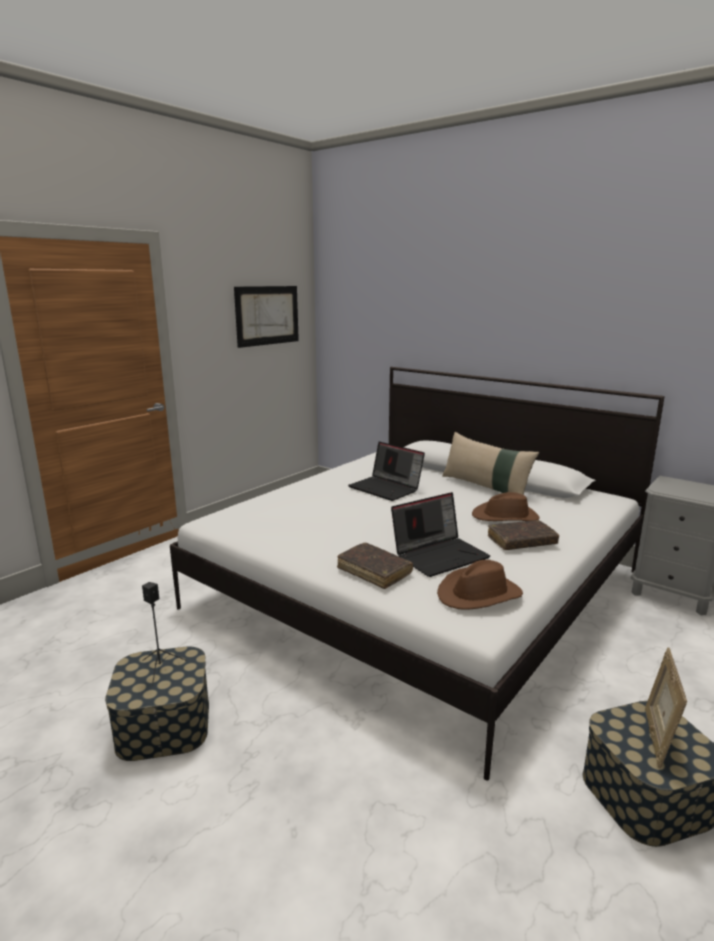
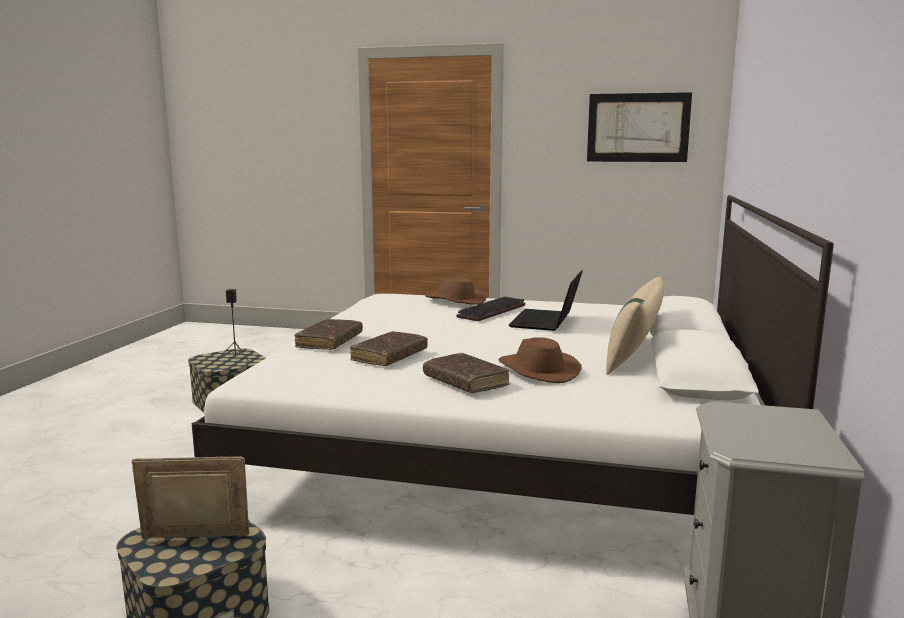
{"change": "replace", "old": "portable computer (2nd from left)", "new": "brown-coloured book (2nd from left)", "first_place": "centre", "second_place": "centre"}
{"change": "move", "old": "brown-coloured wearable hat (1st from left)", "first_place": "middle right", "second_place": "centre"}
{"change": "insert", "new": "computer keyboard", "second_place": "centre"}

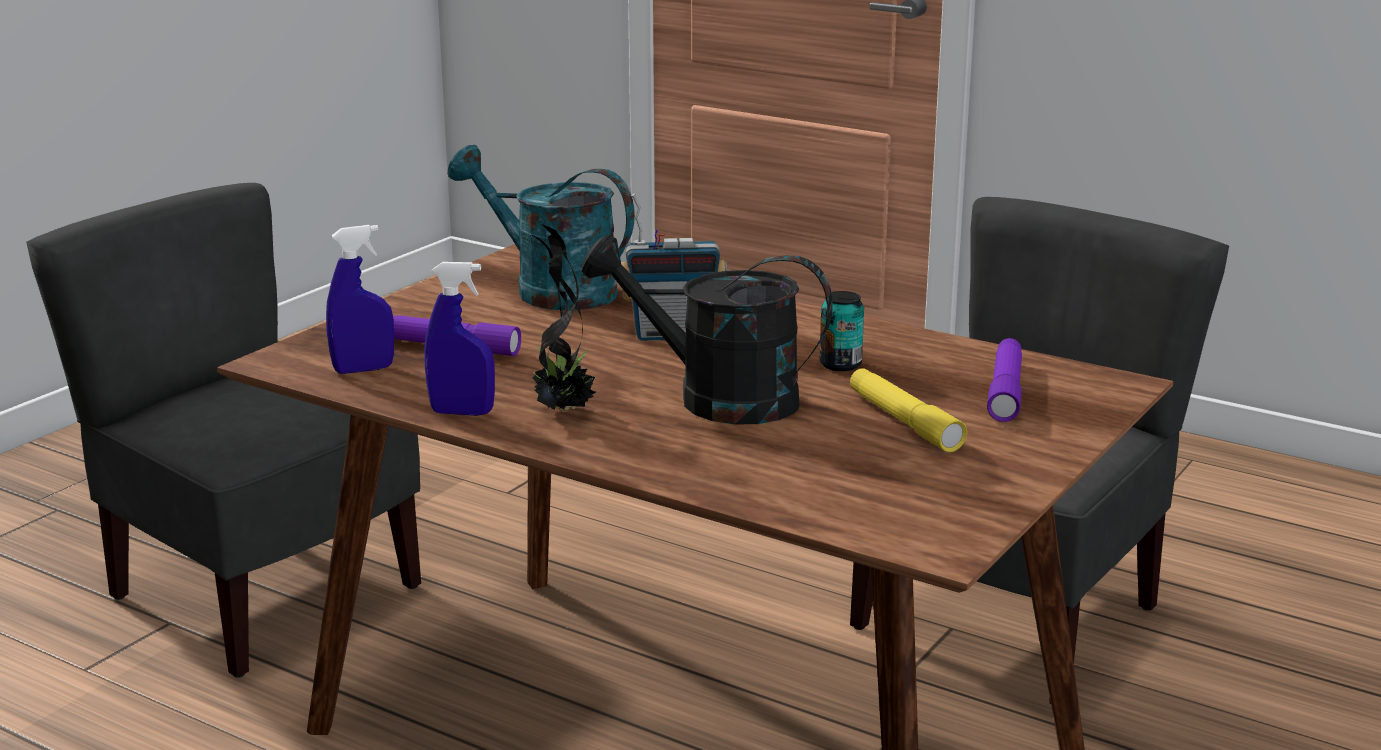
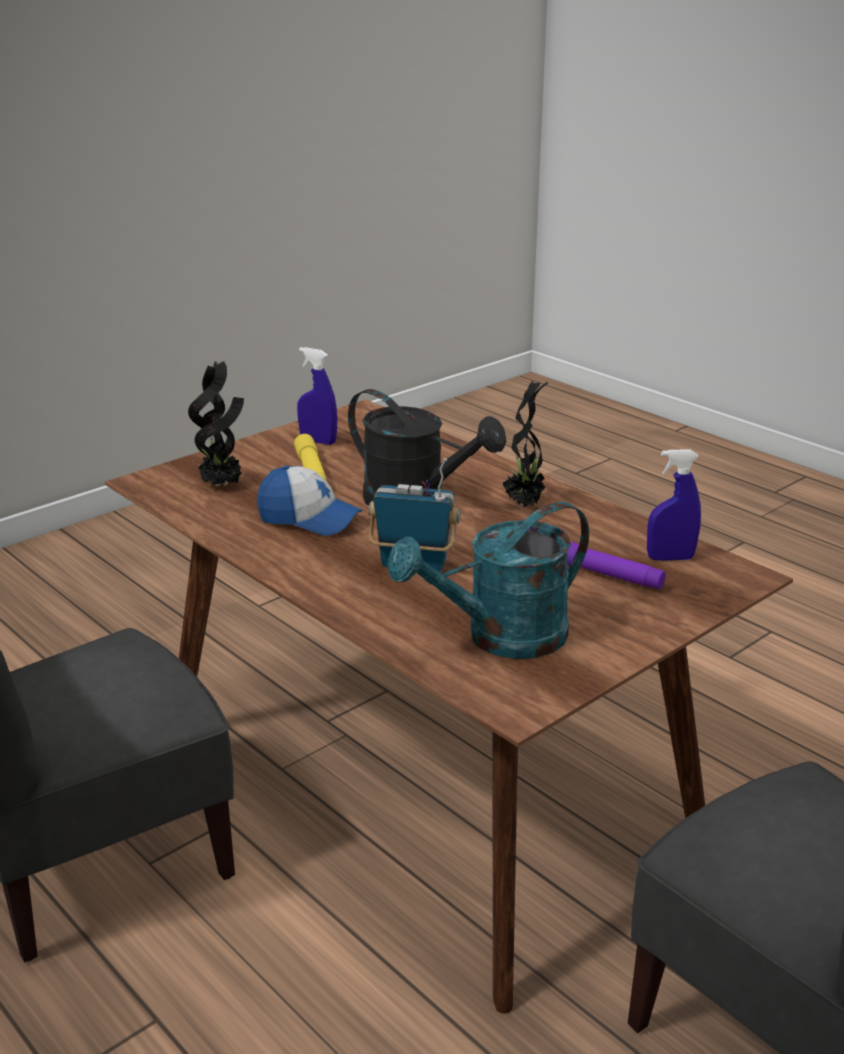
{"change": "move", "old": "blue spray bottle (2nd from left in the first image)", "new": "blue spray bottle (1st from left)", "first_place": "middle left", "second_place": "centre"}
{"change": "rotate", "old": "turquoise sprinkling can", "first_place": "top centre", "second_place": "centre", "degrees": 105}
{"change": "replace", "old": "metal can", "new": "baseball cap", "first_place": "centre", "second_place": "centre"}
{"change": "replace", "old": "purplish hand torch (2nd from left)", "new": "plant in a pot (1st from left)", "first_place": "middle right", "second_place": "middle left"}

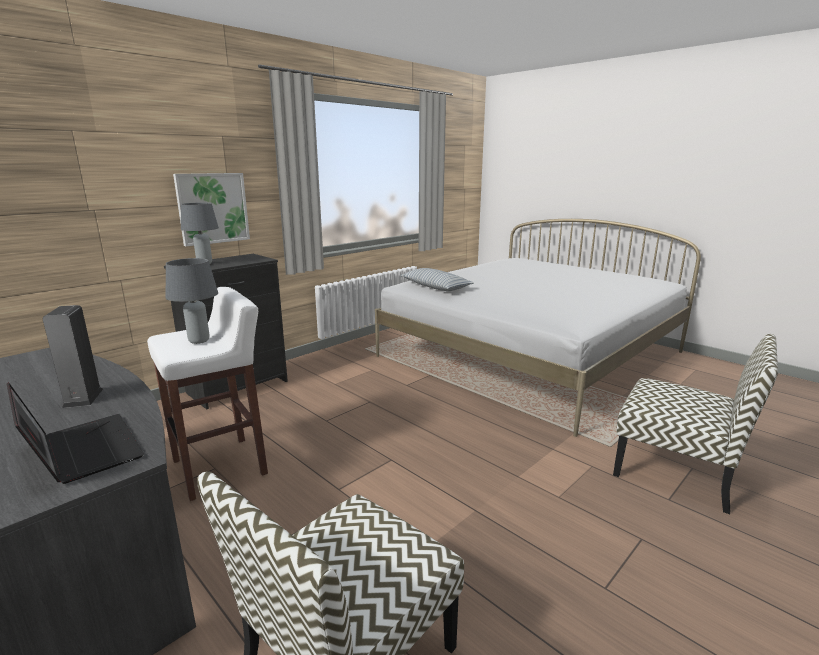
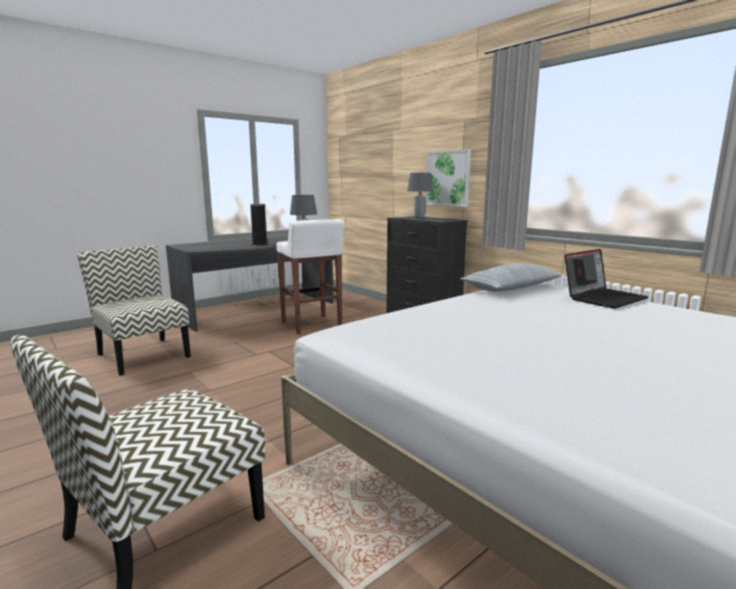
{"change": "move", "old": "portable computer", "first_place": "middle left", "second_place": "middle right"}

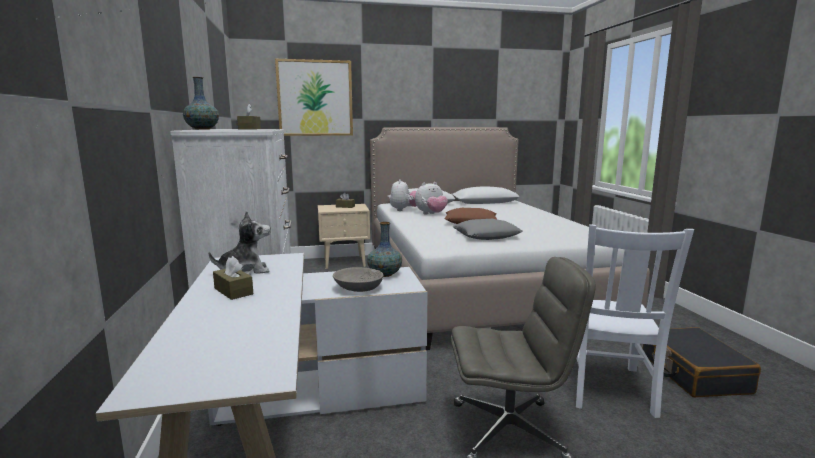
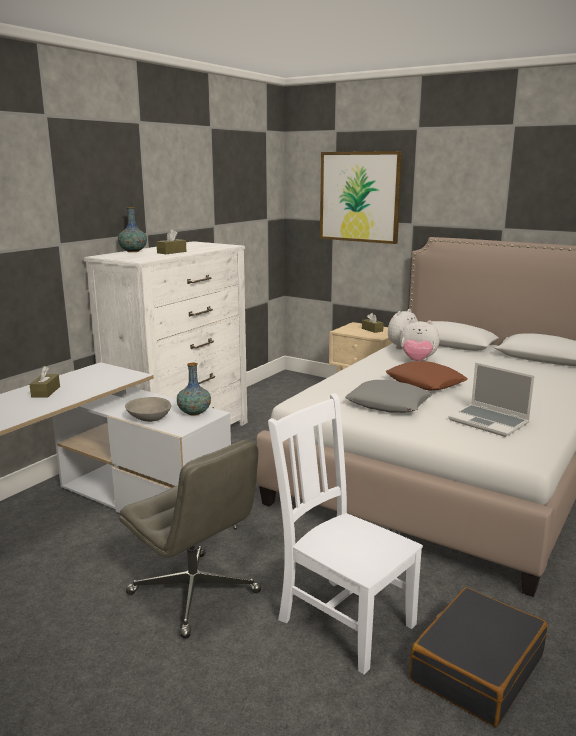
{"change": "delete", "old": "plush toy (1st from left)", "first_place": "middle left"}
{"change": "rotate", "old": "white-coloured upright chair", "first_place": "bottom right", "second_place": "bottom centre", "degrees": 75}
{"change": "insert", "new": "portable computer", "second_place": "middle right"}

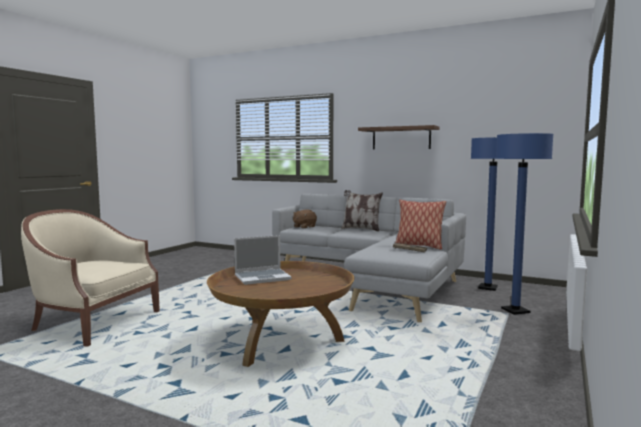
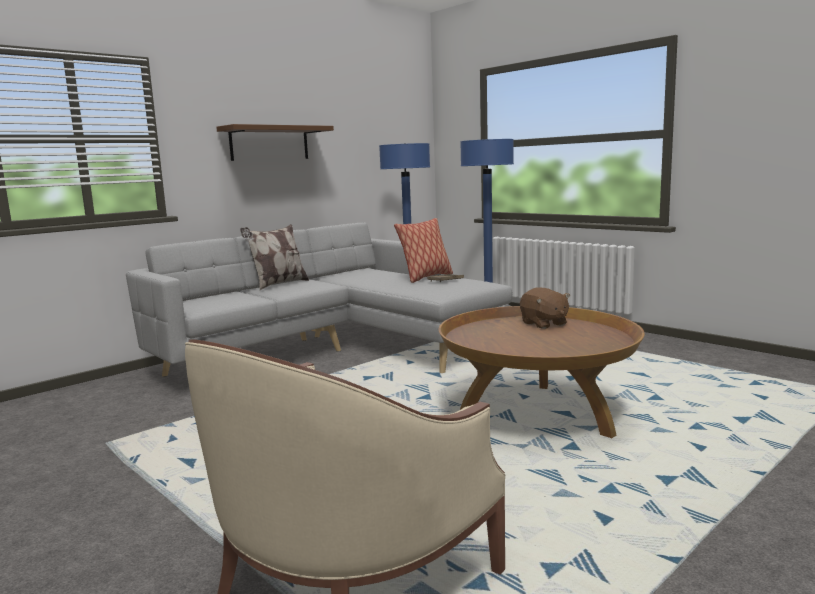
{"change": "delete", "old": "portable computer", "first_place": "centre"}
{"change": "move", "old": "brown-coloured plush toy", "first_place": "centre", "second_place": "middle right"}

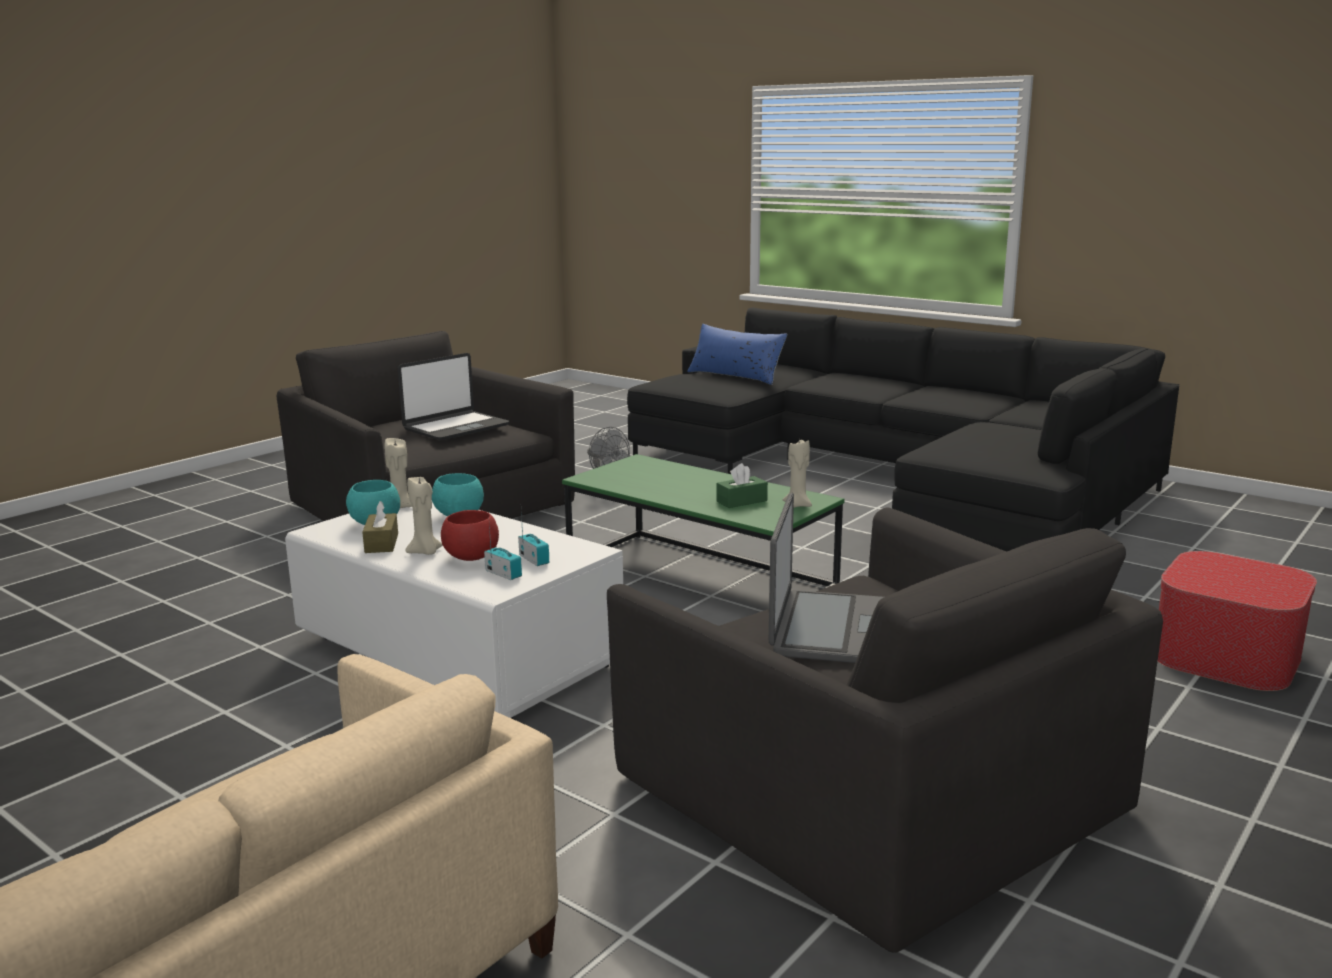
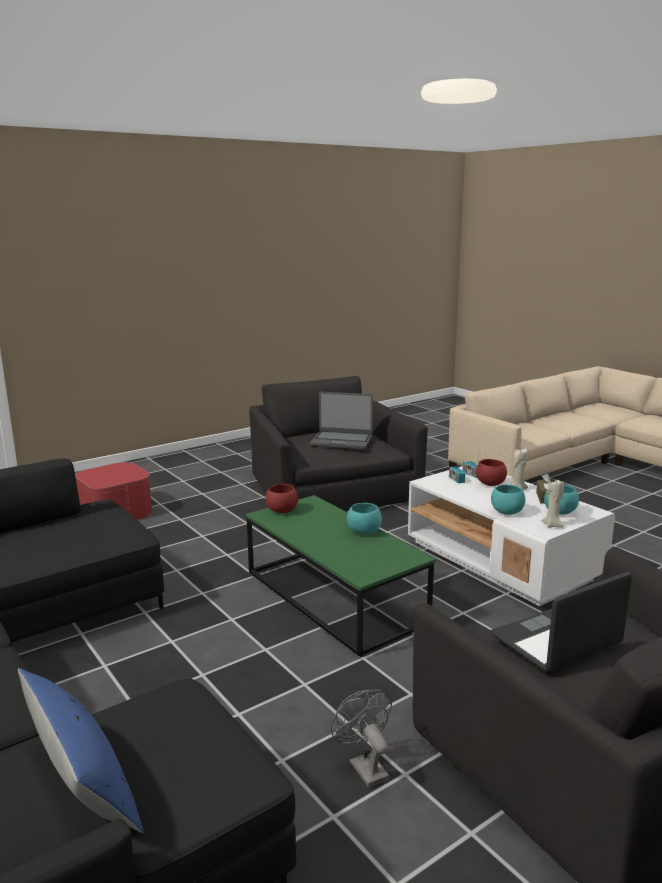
{"change": "delete", "old": "green tissue box", "first_place": "centre"}
{"change": "rotate", "old": "portable computer (2nd from left in the first image)", "first_place": "centre", "second_place": "centre", "degrees": -105}
{"change": "replace", "old": "beige-coloured candle (3rd from left)", "new": "red serving bowl (1st from left)", "first_place": "centre", "second_place": "centre"}
{"change": "insert", "new": "turquoise serving bowl (1st from left)", "second_place": "centre"}

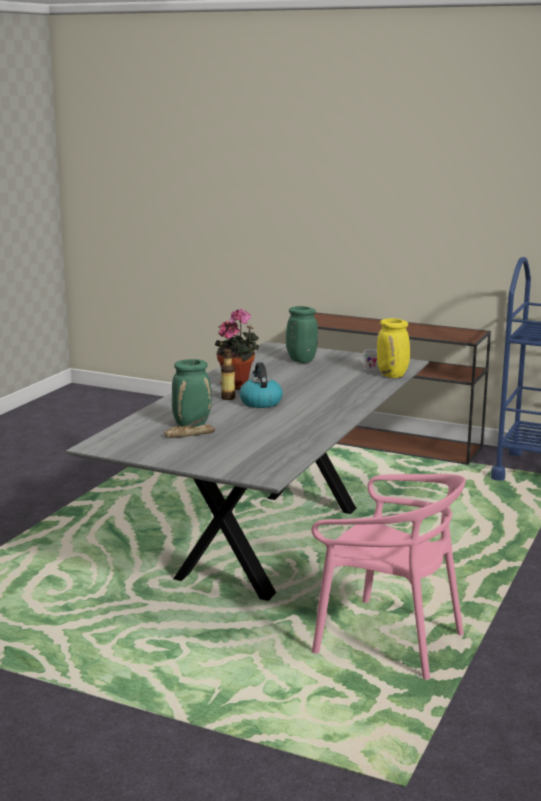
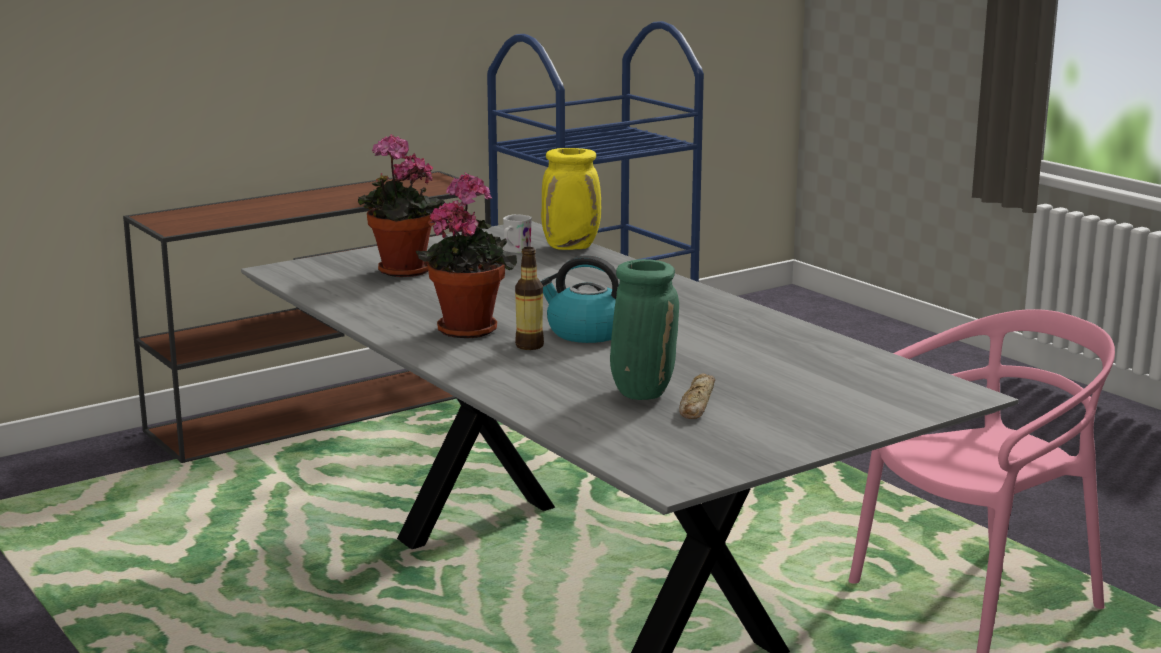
{"change": "replace", "old": "green decorative vase (2nd from left)", "new": "plant in a pot (1st from left)", "first_place": "centre", "second_place": "top centre"}

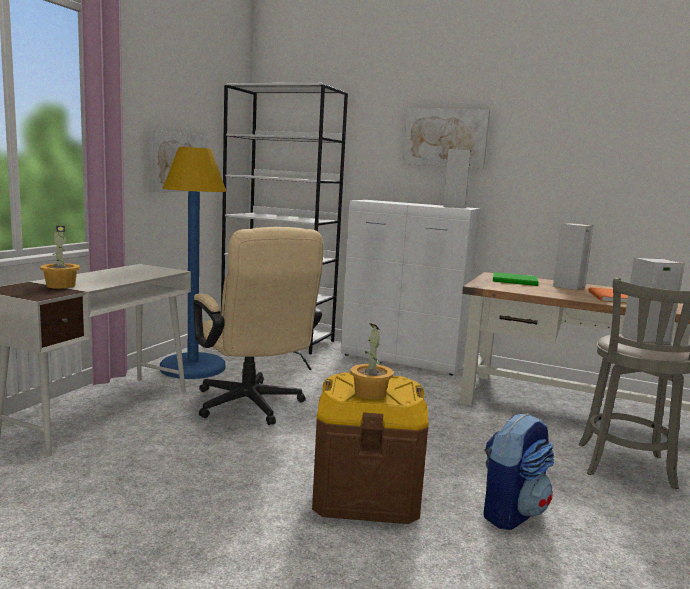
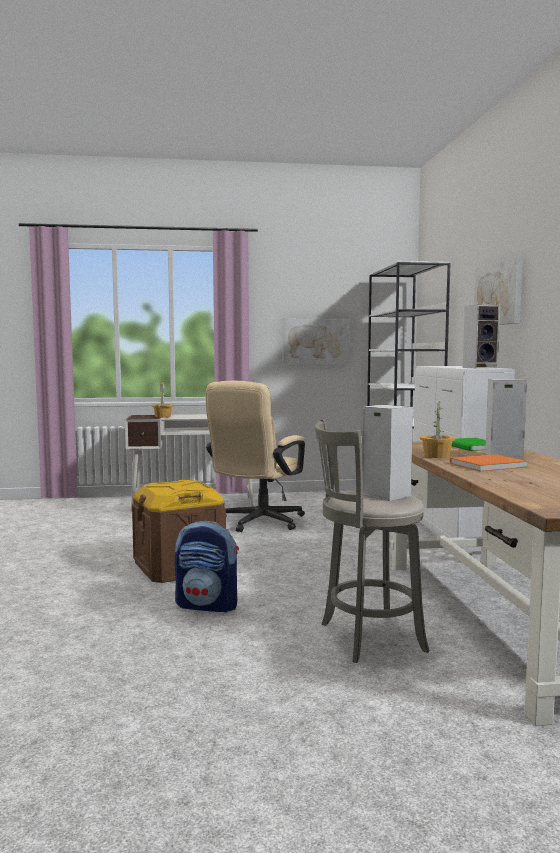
{"change": "delete", "old": "blue floor lamp", "first_place": "middle left"}
{"change": "move", "old": "plant in a pot (2nd from left)", "first_place": "centre", "second_place": "middle right"}

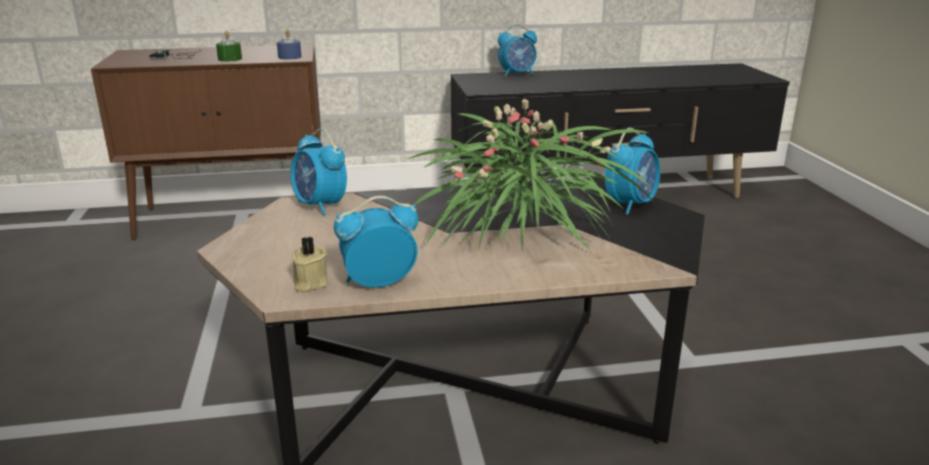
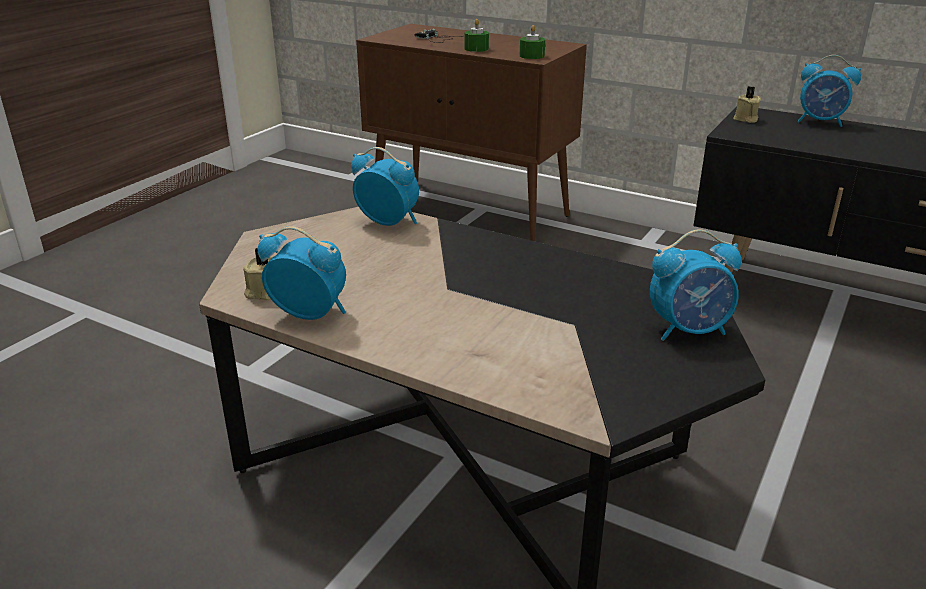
{"change": "recolor", "old": "blue candle", "new": "green candle (2nd from left)", "first_place": "top left", "second_place": "top centre"}
{"change": "rotate", "old": "alarm clock (1st from left in the first image)", "first_place": "centre", "second_place": "top centre", "degrees": 120}
{"change": "delete", "old": "plant in a pot", "first_place": "centre"}
{"change": "insert", "new": "beige-coloured candle (2nd from left)", "second_place": "top right"}

